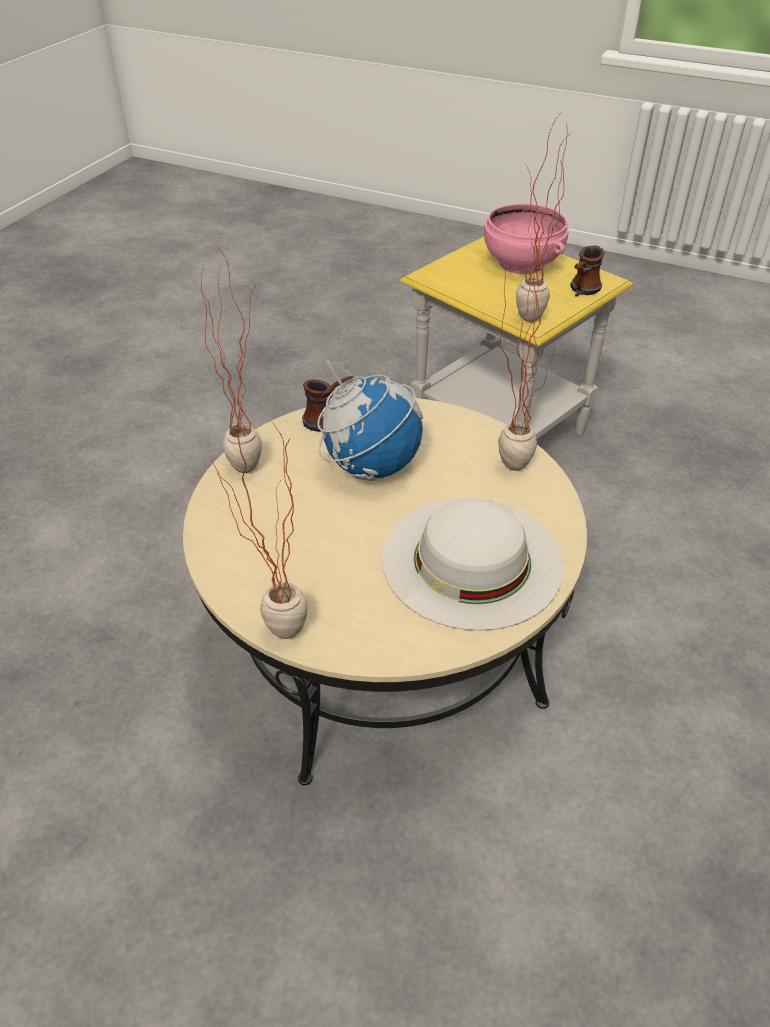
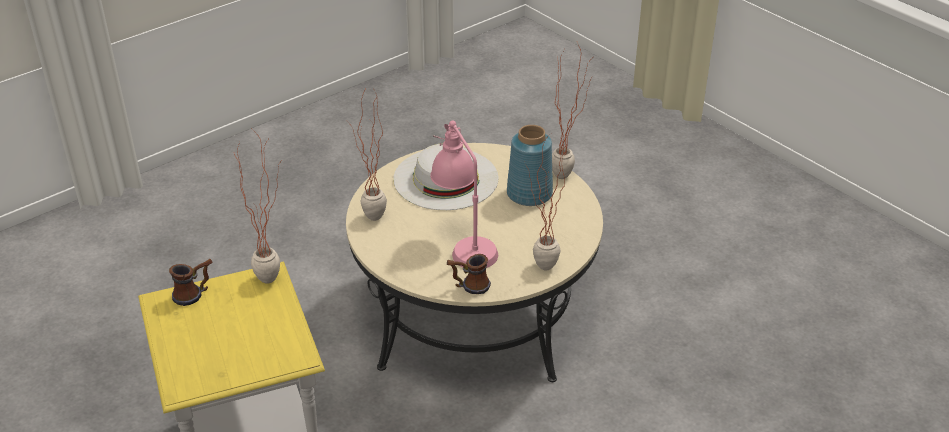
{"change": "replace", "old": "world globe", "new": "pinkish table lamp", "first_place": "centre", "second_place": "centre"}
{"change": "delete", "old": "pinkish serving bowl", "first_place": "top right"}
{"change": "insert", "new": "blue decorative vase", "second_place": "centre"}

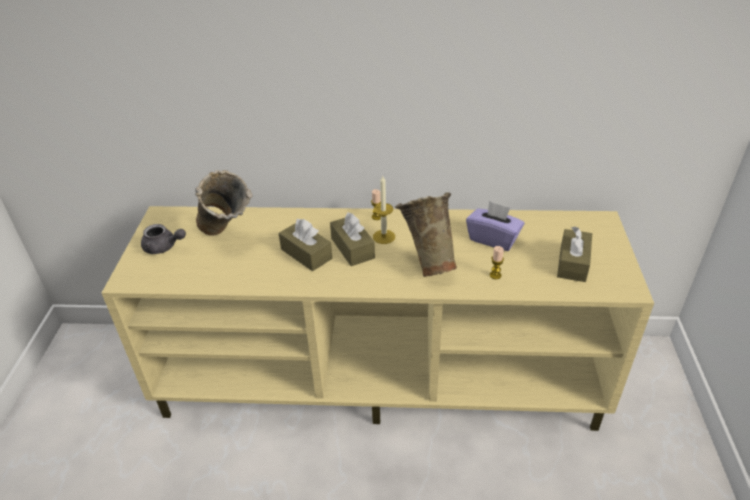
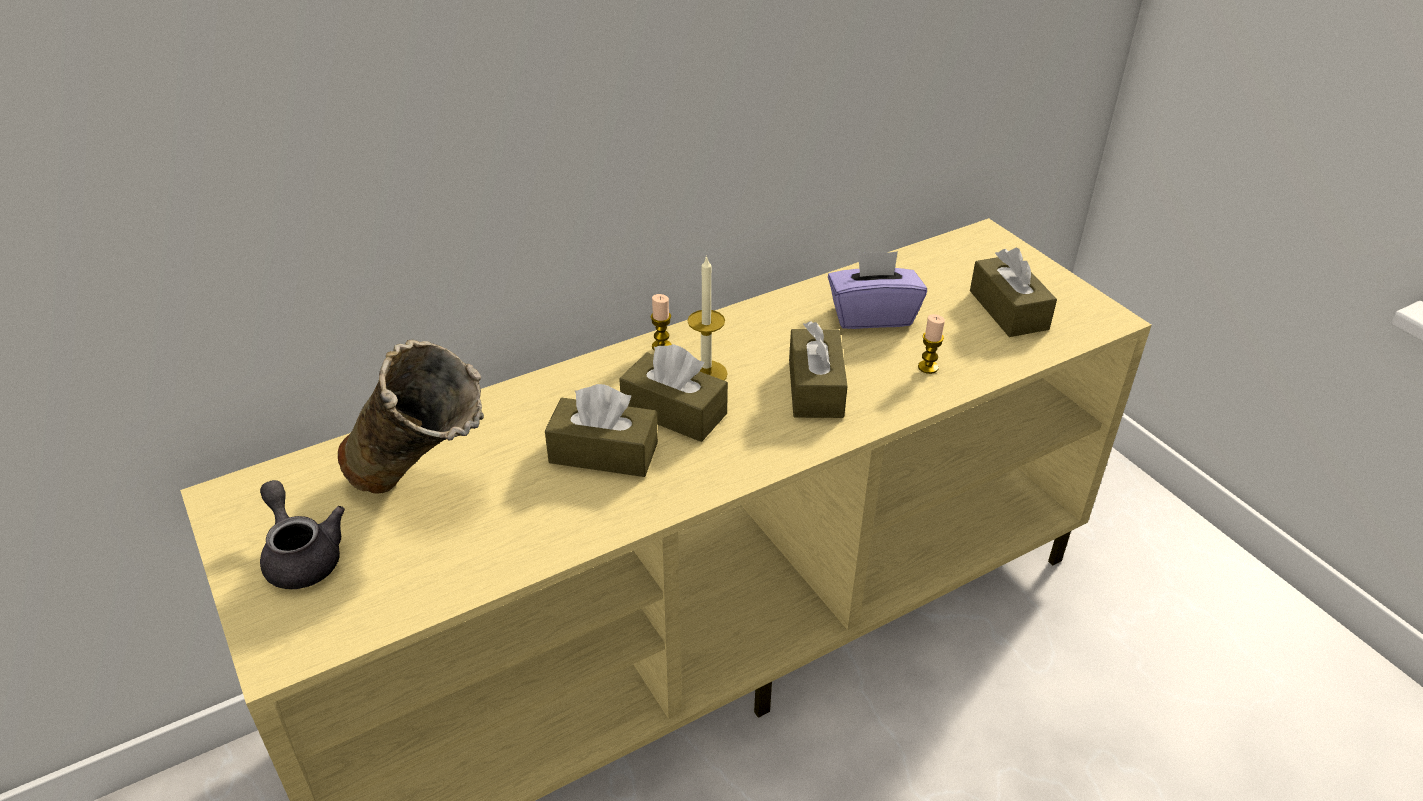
{"change": "rotate", "old": "greyish teapot", "first_place": "middle left", "second_place": "bottom left", "degrees": -105}
{"change": "replace", "old": "beige-coloured decorative vase (2nd from left)", "new": "brown-coloured tissue box (3rd from left)", "first_place": "centre", "second_place": "centre"}

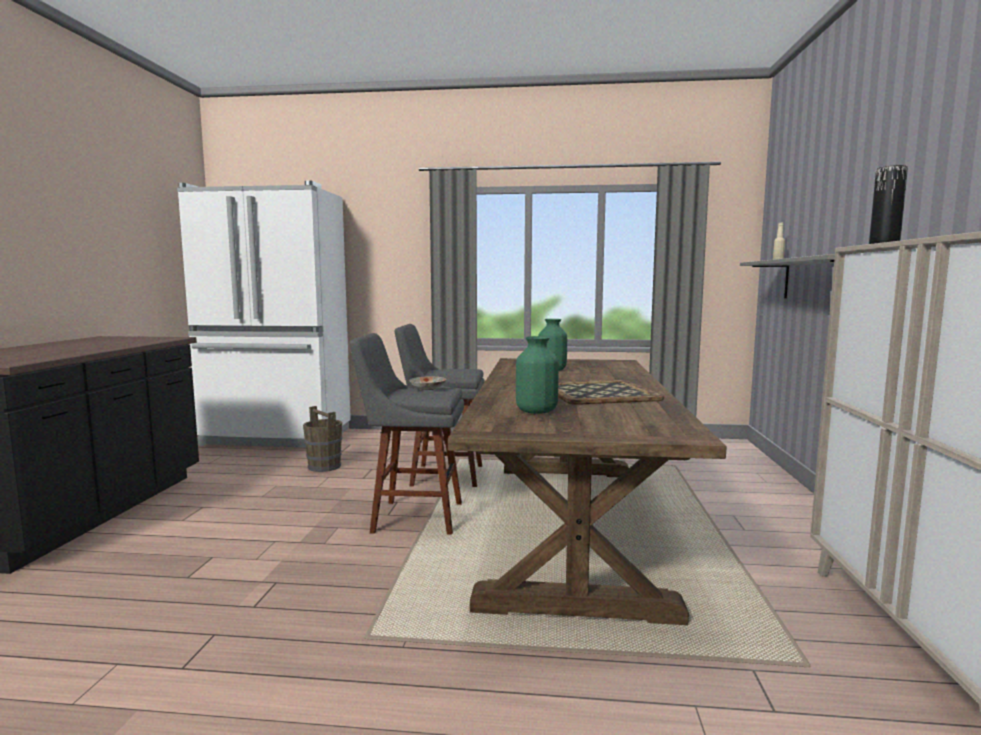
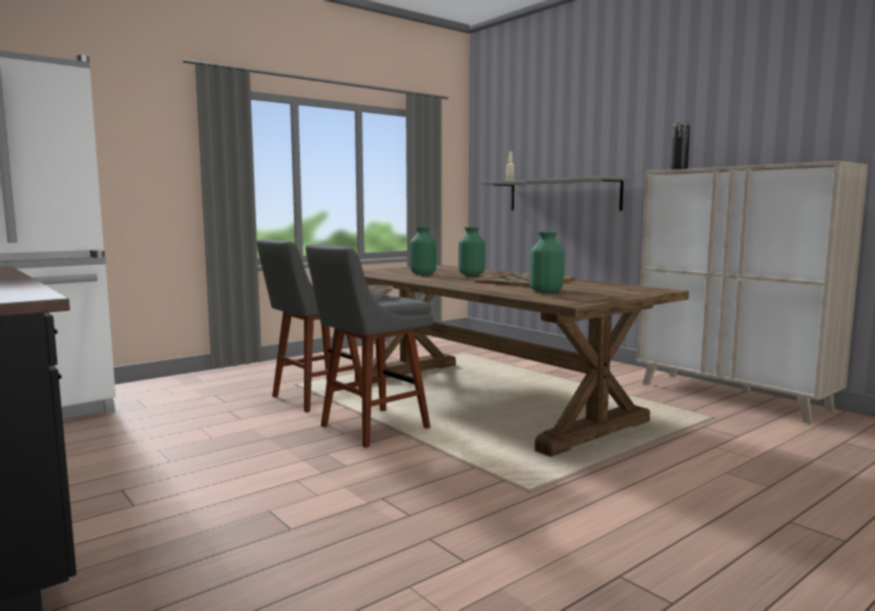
{"change": "delete", "old": "brown-coloured water bucket", "first_place": "middle left"}
{"change": "insert", "new": "green decorative vase (2nd from left)", "second_place": "centre"}

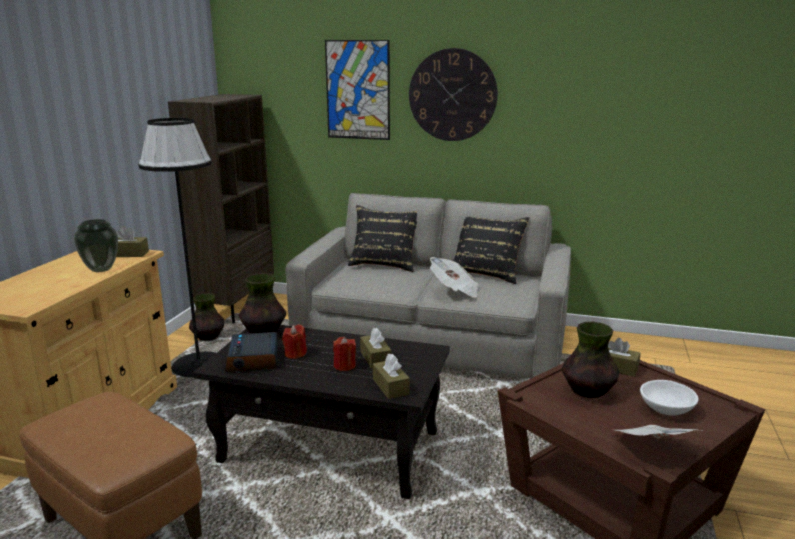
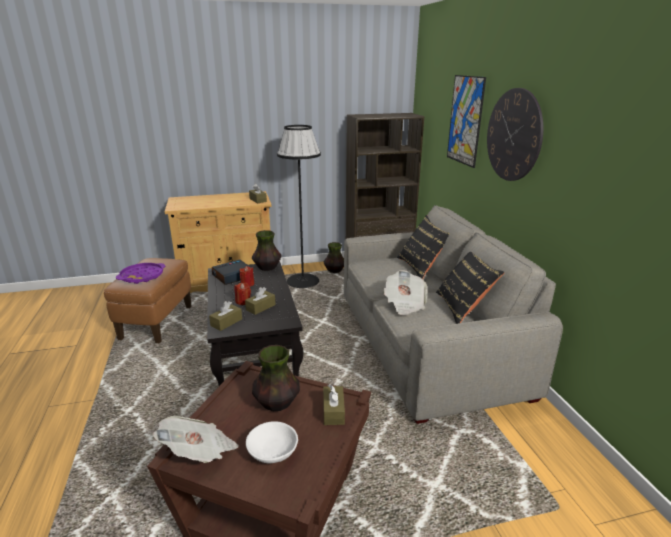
{"change": "delete", "old": "decorative vase (1st from left)", "first_place": "middle left"}
{"change": "insert", "new": "purplish carrying tray", "second_place": "middle left"}

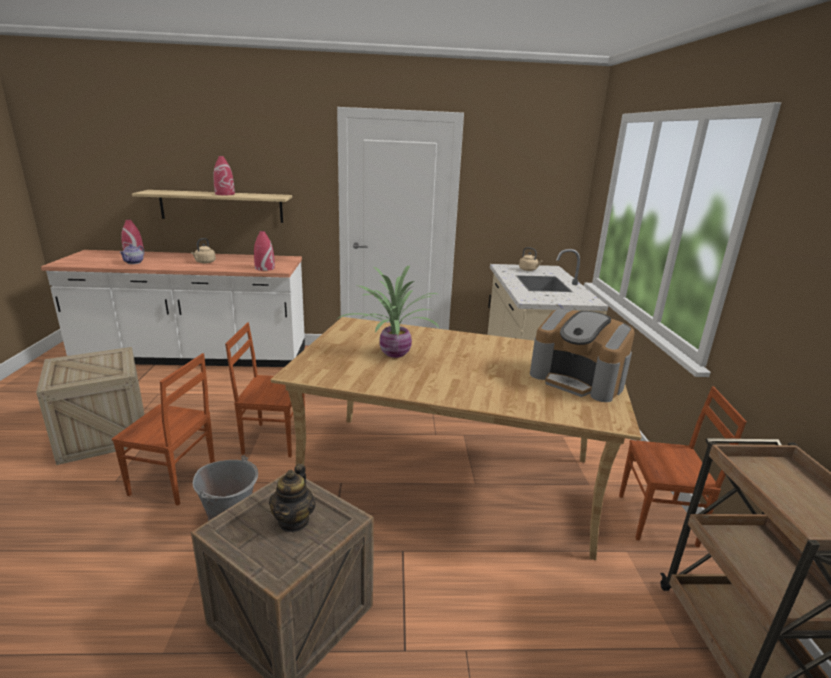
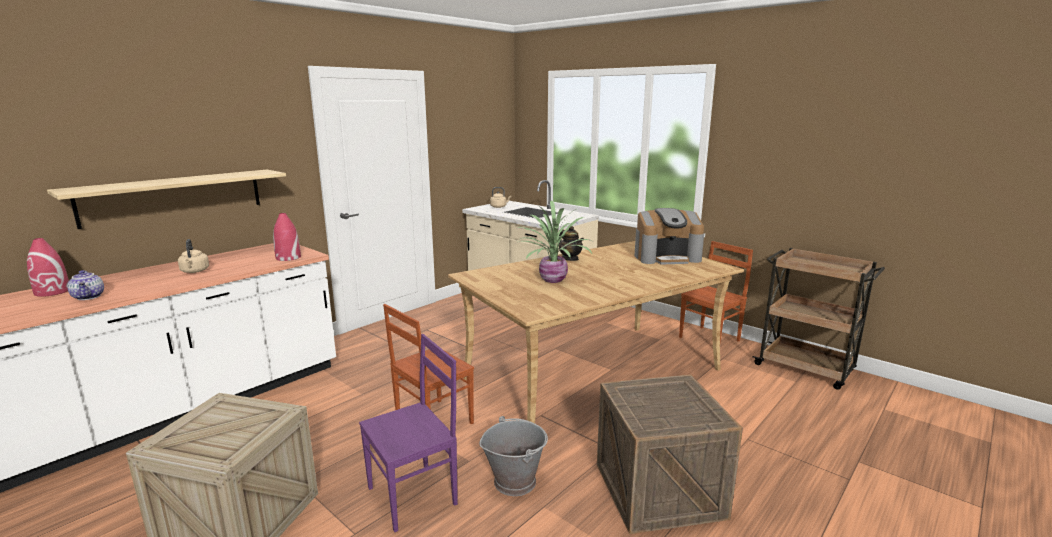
{"change": "recolor", "old": "brown-coloured upright chair (1st from left)", "new": "purplish upright chair", "first_place": "middle left", "second_place": "bottom centre"}
{"change": "delete", "old": "red decorative vase (2nd from left)", "first_place": "top left"}
{"change": "move", "old": "teapot (2nd from left)", "first_place": "bottom centre", "second_place": "centre"}

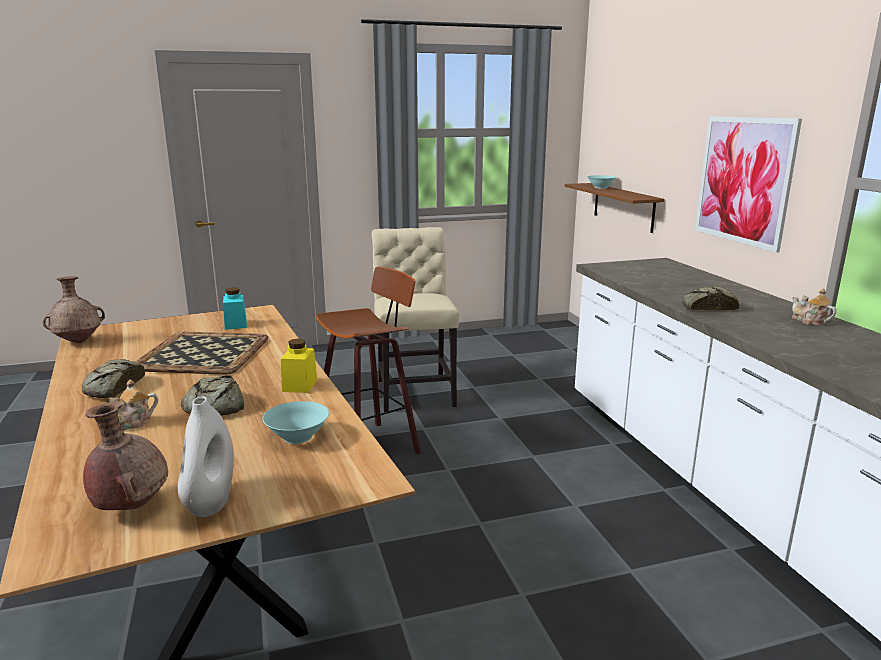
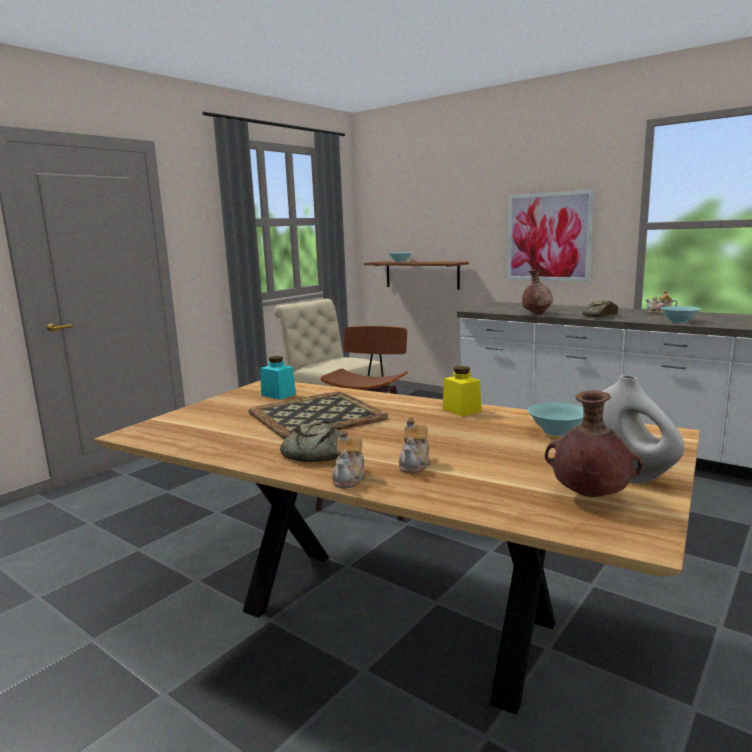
{"change": "move", "old": "brown-coloured decorative vase (1st from left)", "first_place": "middle left", "second_place": "middle right"}
{"change": "delete", "old": "baked bread (2nd from left)", "first_place": "middle left"}
{"change": "insert", "new": "teapot (1st from left)", "second_place": "centre"}
{"change": "insert", "new": "turquoise serving bowl (3rd from left)", "second_place": "middle right"}

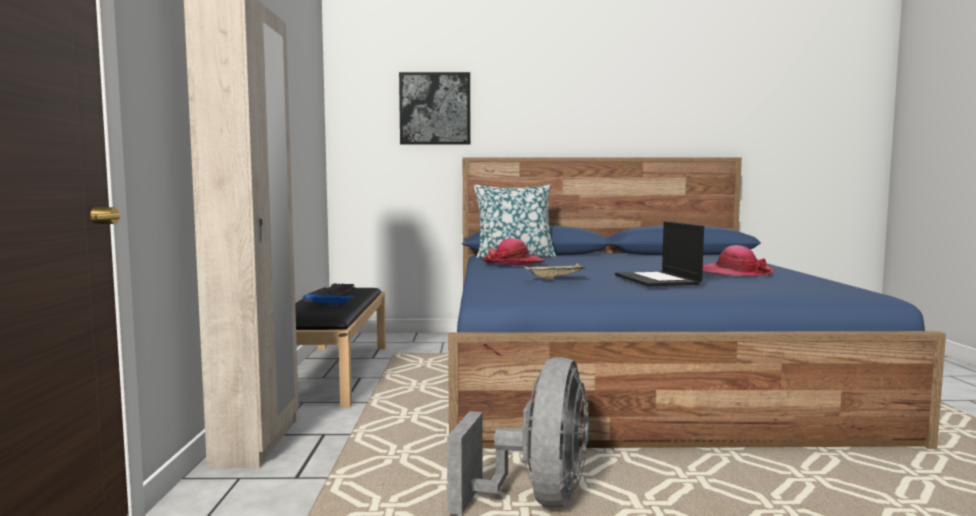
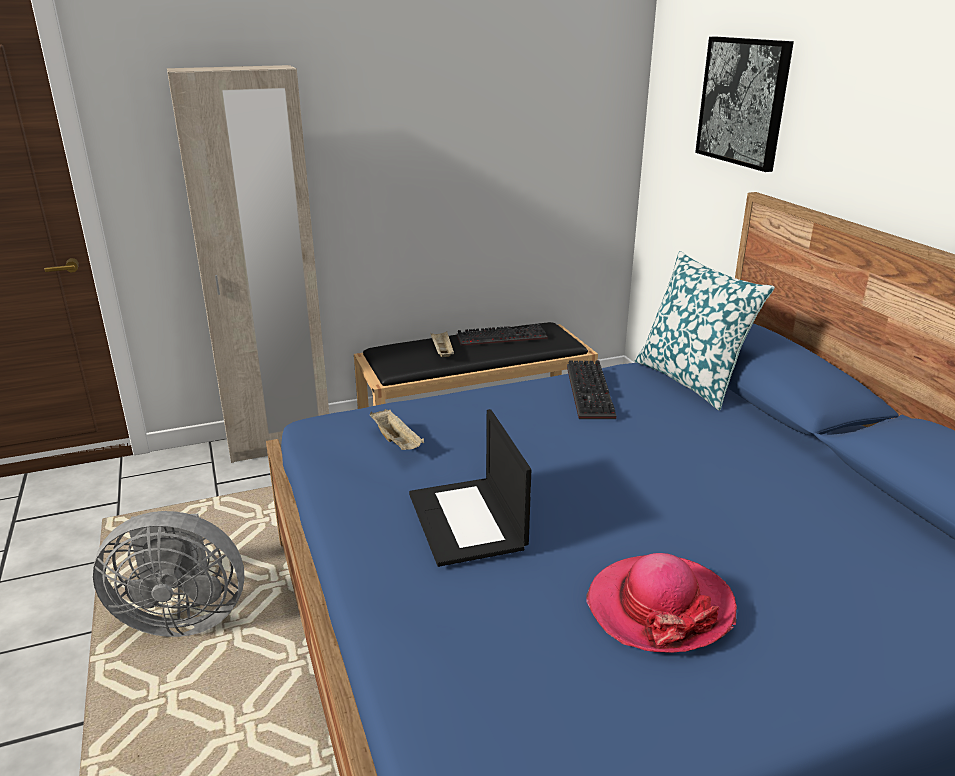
{"change": "recolor", "old": "blue carrying tray", "new": "beige-coloured carrying tray (2nd from left)", "first_place": "centre", "second_place": "centre"}
{"change": "replace", "old": "wearable hat (1st from left)", "new": "computer keyboard (2nd from left)", "first_place": "centre", "second_place": "centre"}
{"change": "rotate", "old": "portable computer", "first_place": "middle right", "second_place": "centre", "degrees": -75}

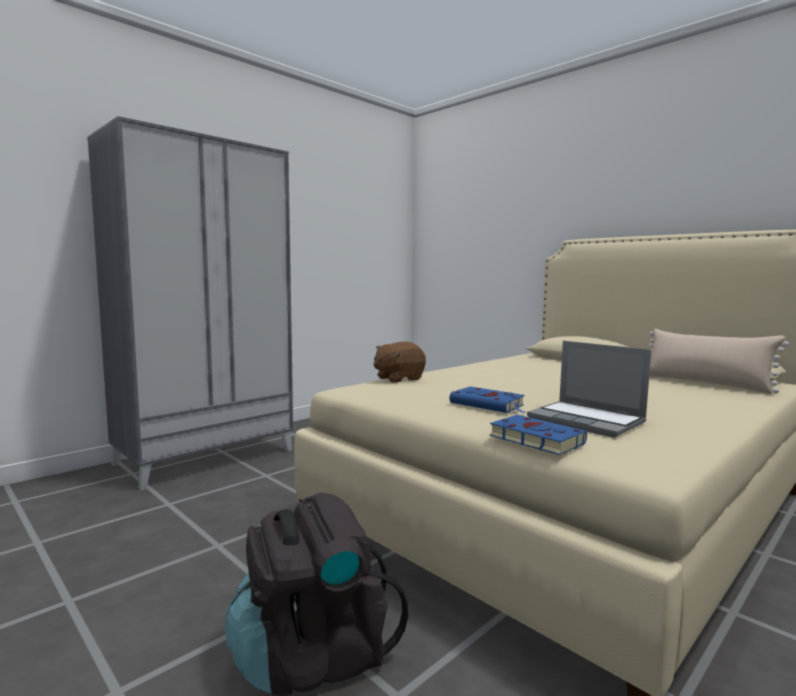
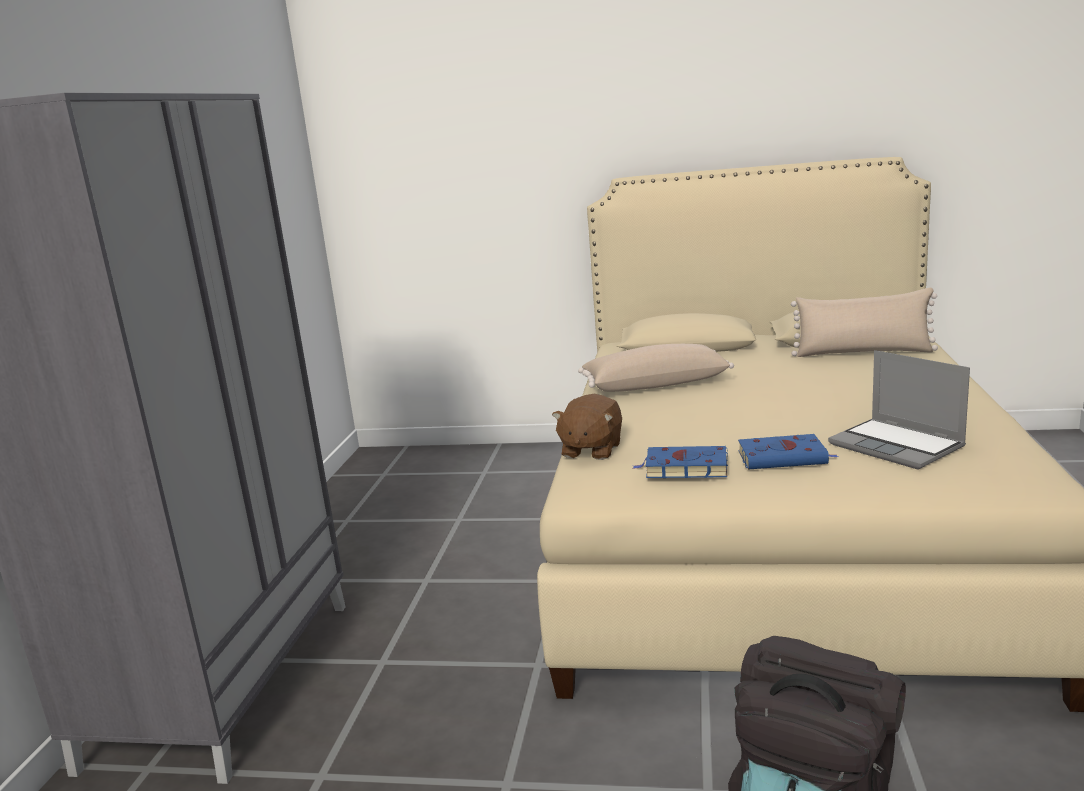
{"change": "move", "old": "blue book (2nd from left in the first image)", "new": "blue book (1st from left)", "first_place": "middle right", "second_place": "centre"}
{"change": "rotate", "old": "portable computer", "first_place": "middle right", "second_place": "middle right", "degrees": 45}
{"change": "insert", "new": "beige-coloured cushion (1st from left)", "second_place": "centre"}

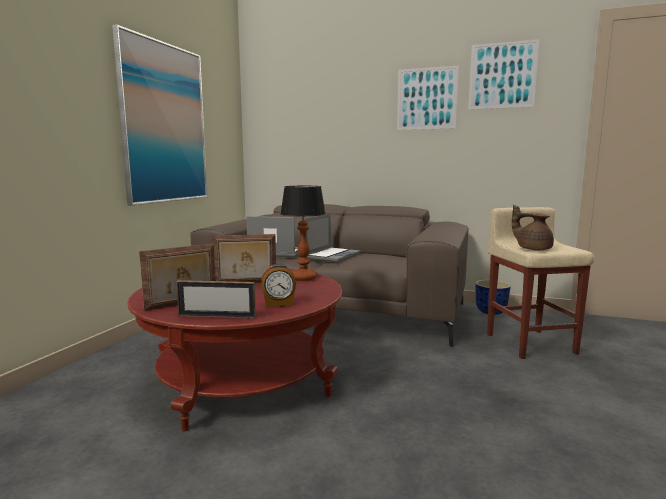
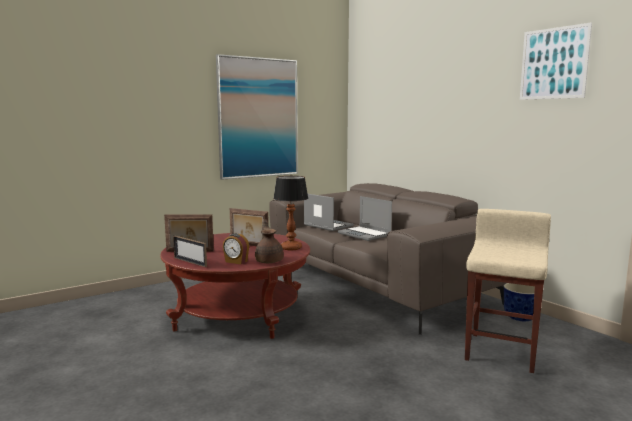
{"change": "rotate", "old": "portable computer (2nd from left)", "first_place": "centre", "second_place": "centre", "degrees": 75}
{"change": "delete", "old": "wall picture (2nd from left)", "first_place": "top centre"}
{"change": "move", "old": "brown-coloured teapot", "first_place": "middle right", "second_place": "centre"}

